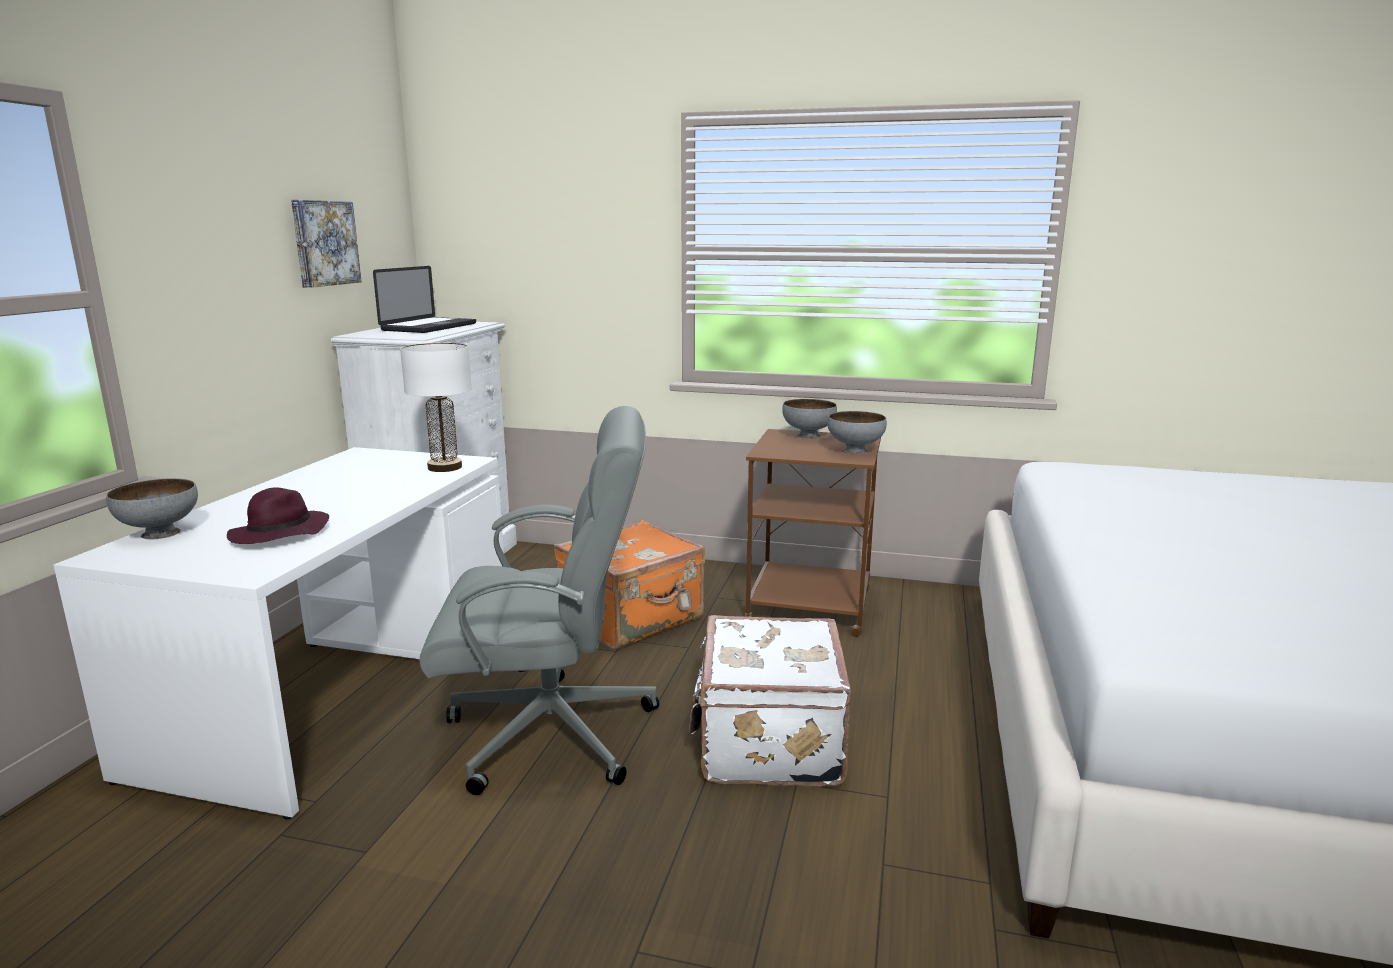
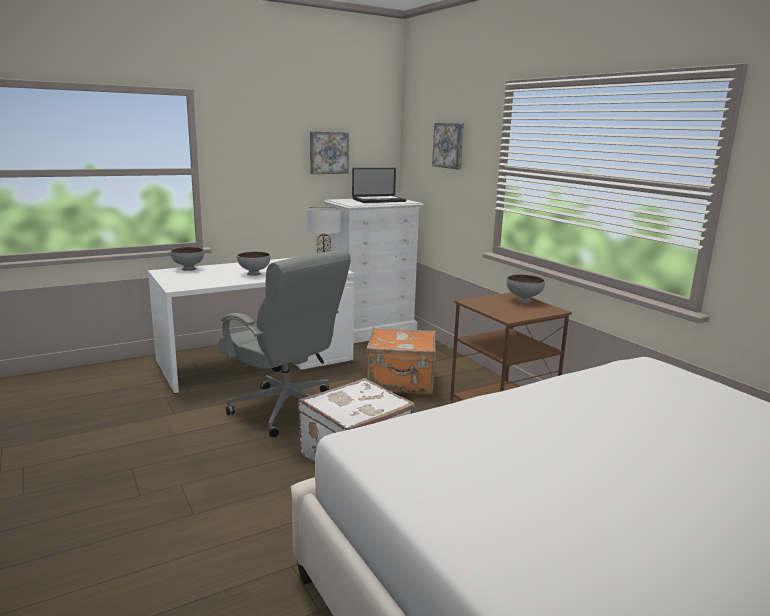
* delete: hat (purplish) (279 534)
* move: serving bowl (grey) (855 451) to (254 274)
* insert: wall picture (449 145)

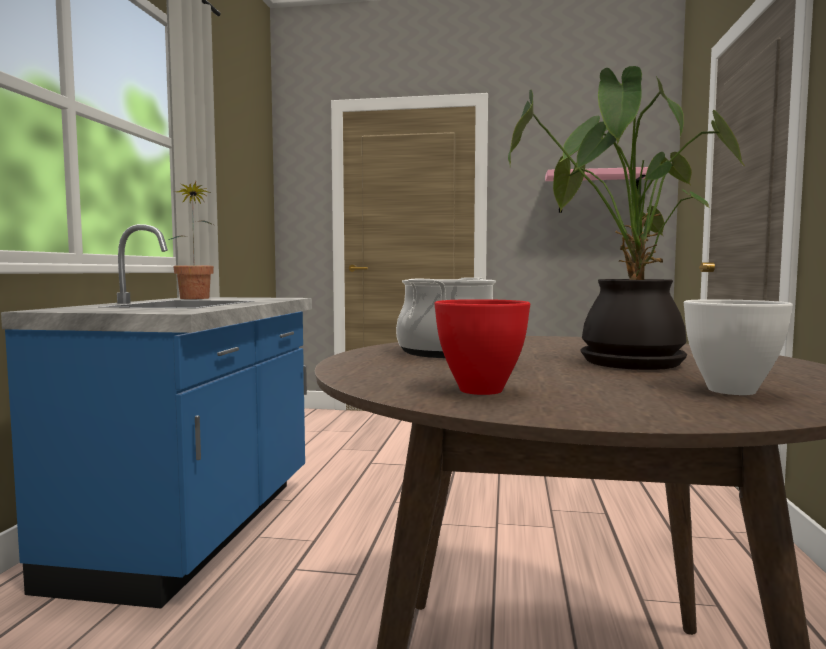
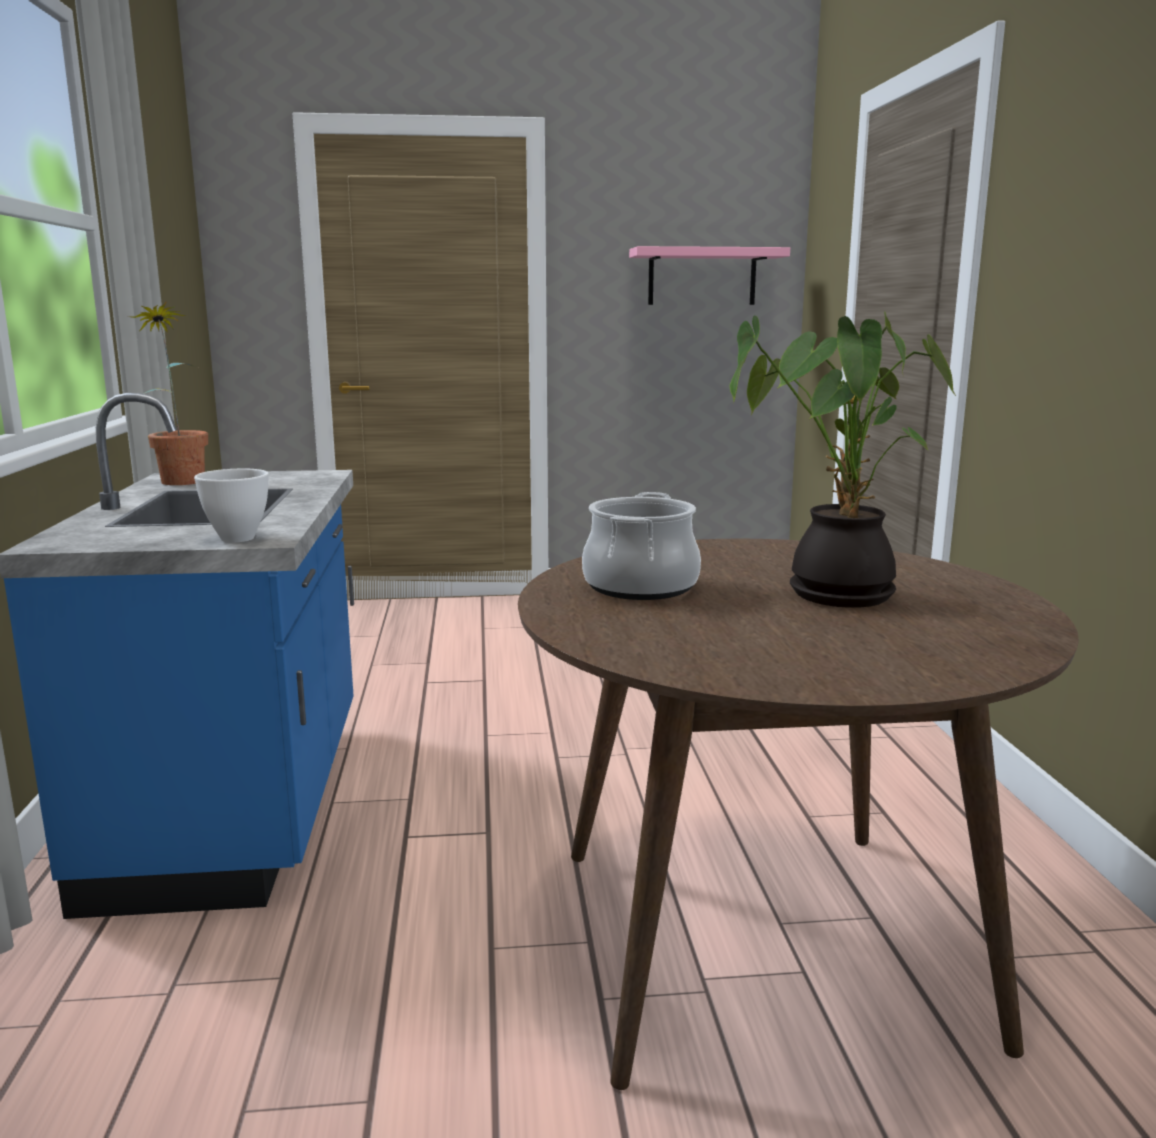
* delete: serving bowl (red-coloured) (482 390)
* move: serving bowl (whitish) (734 391) to (239 538)

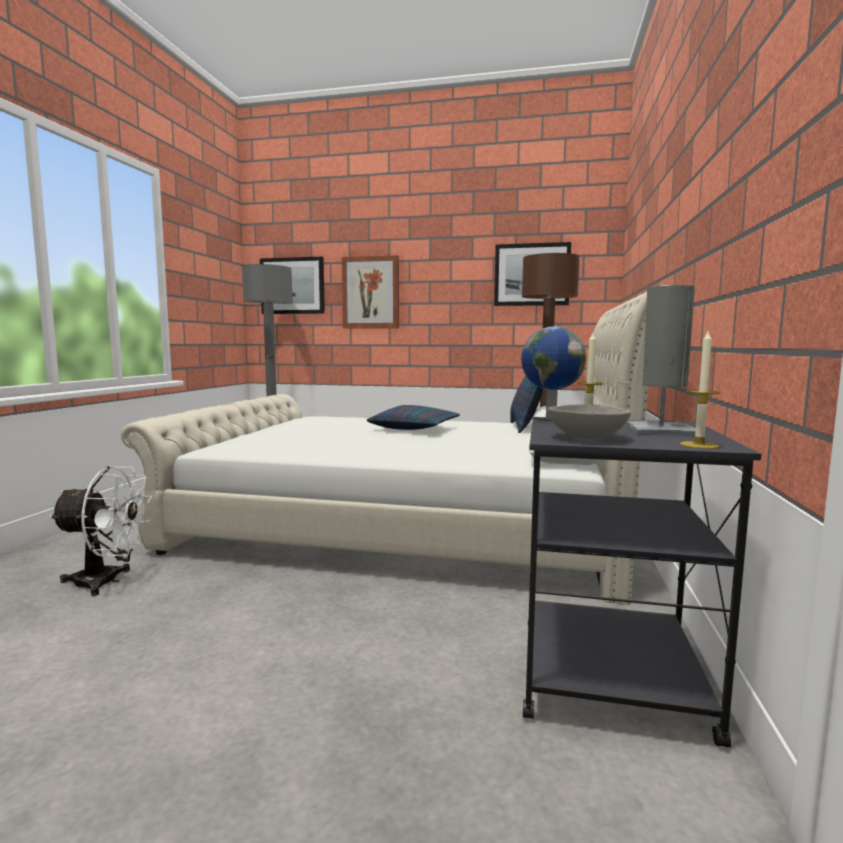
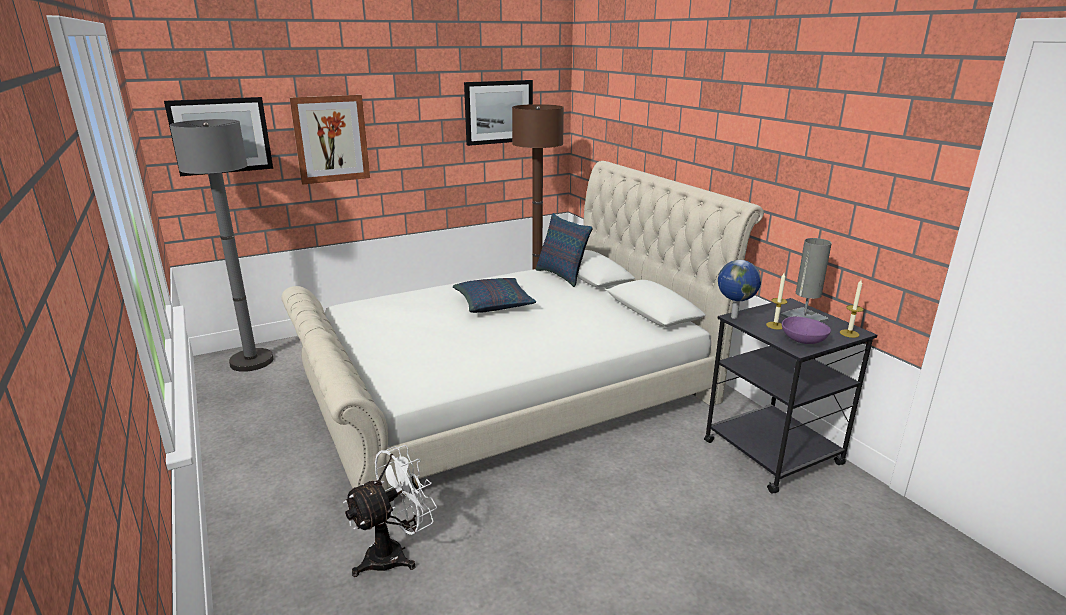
* recolor: serving bowl (grey) (586 437) to serving bowl (purplish) (802 341)

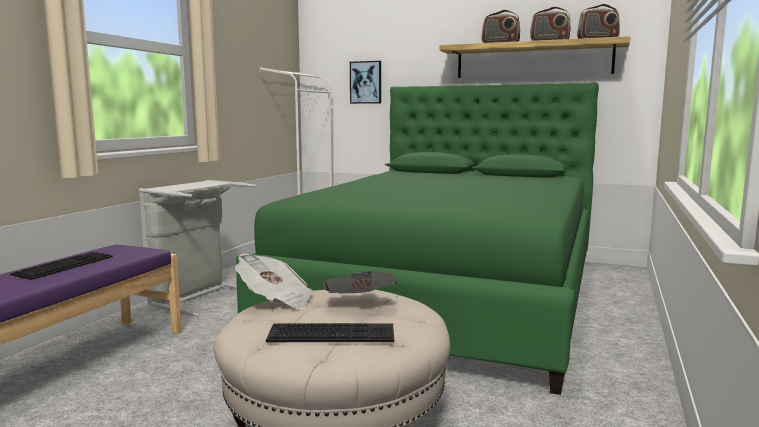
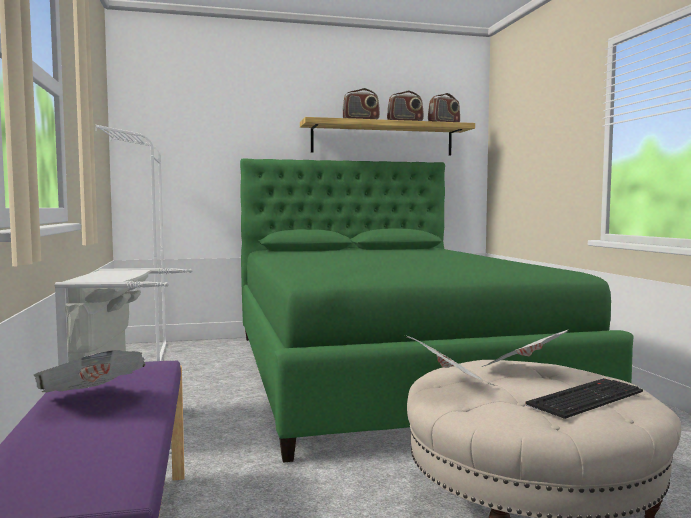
* replace: PC keyboard (64 265) to printed paper (92 401)
* delete: wall picture (366 82)

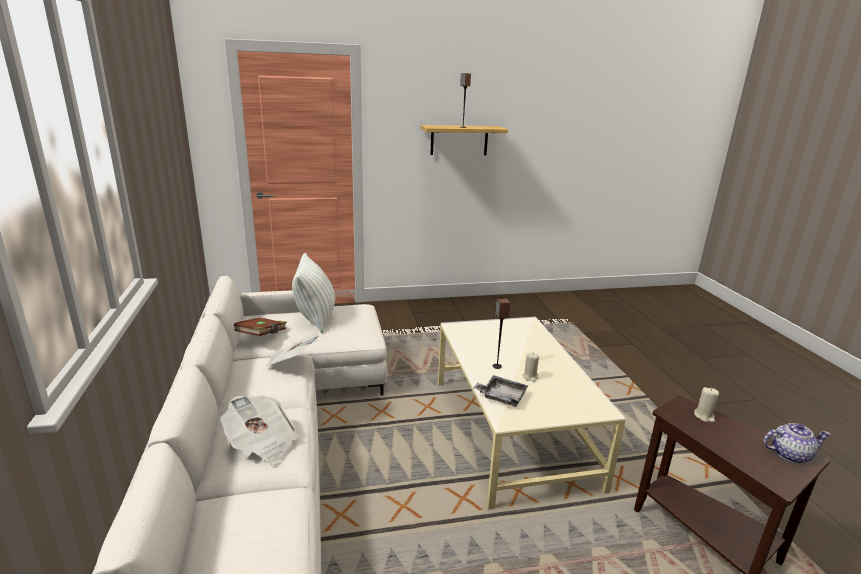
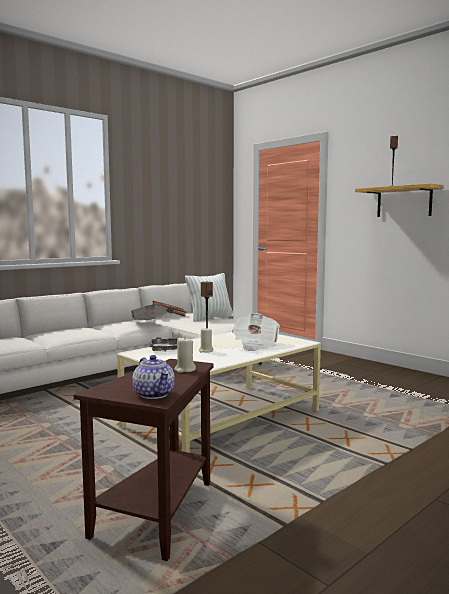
* move: printed paper (262 444) to (255 345)

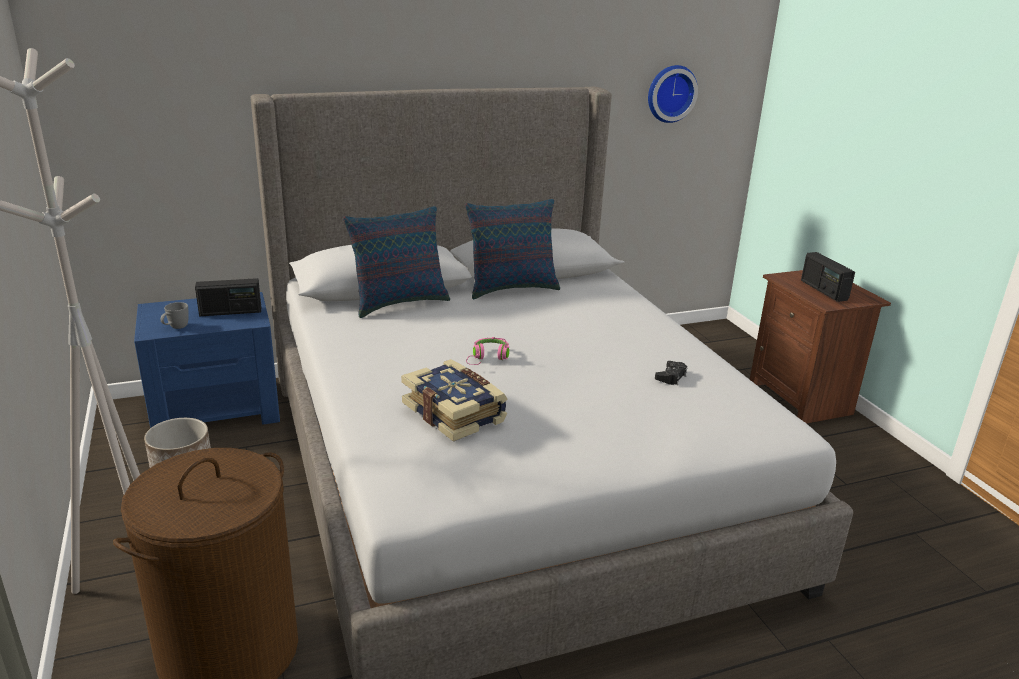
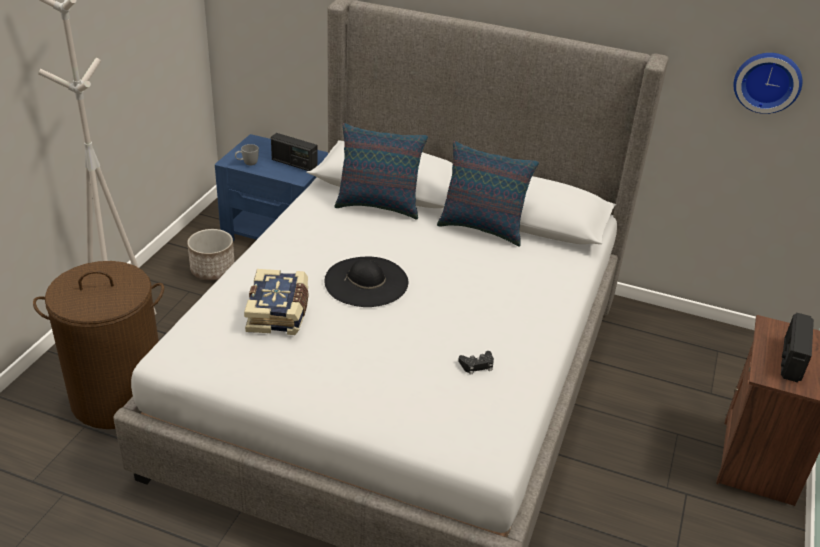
* replace: headset (pink) (488 358) to hat (black) (366 281)

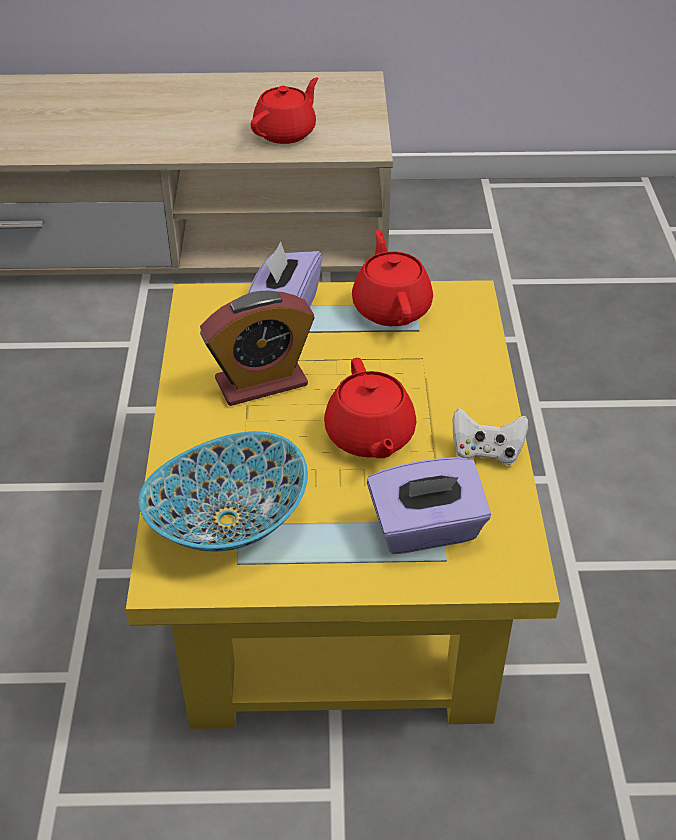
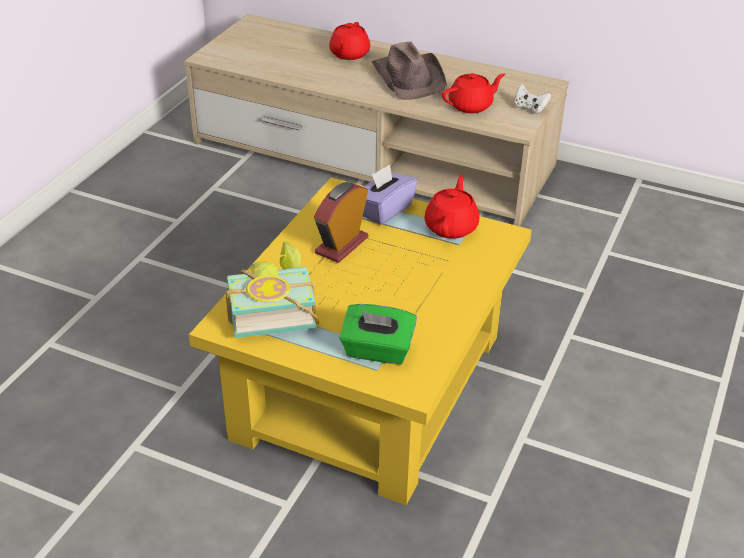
* replace: serving bowl (229 521) to book (271 310)
* rotate: bedside clock (261 382) = (341 245) 120 degrees clockwise
* move: teapot (red-coloured) (369 437) to (349 54)
* recolor: tissue holder (purplish) (426 530) to tissue holder (green-coloured) (377 351)
* move: joypad (whitish) (486 452) to (529 108)
* insert: hat (brownish) (409 78)

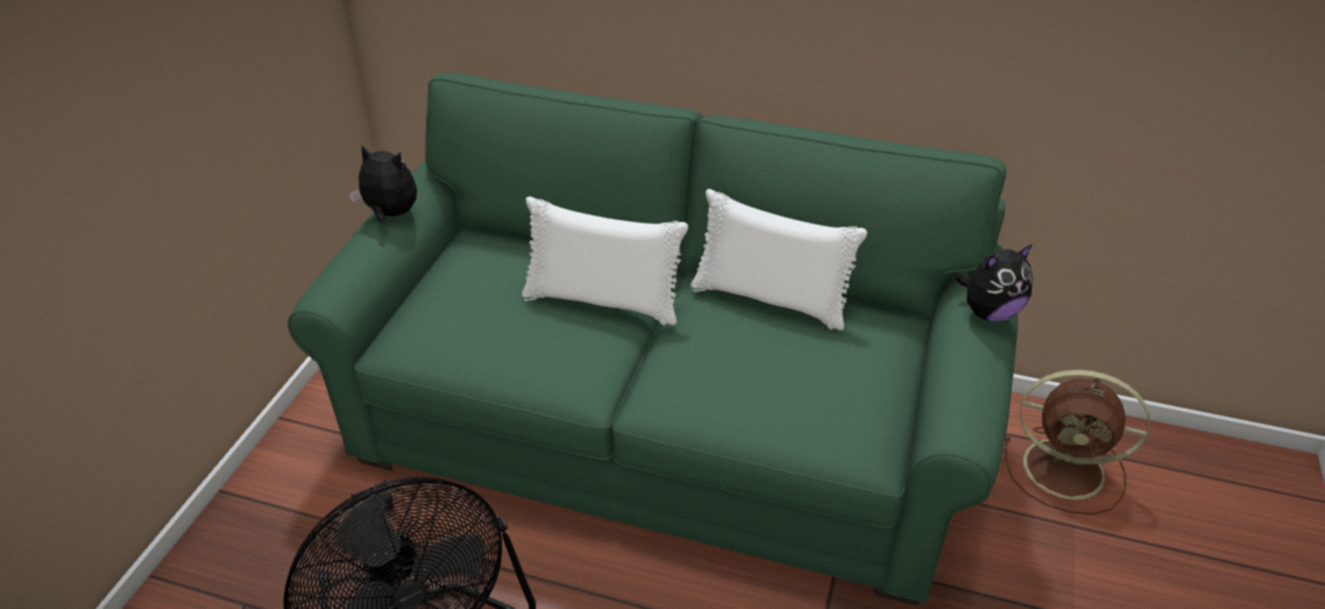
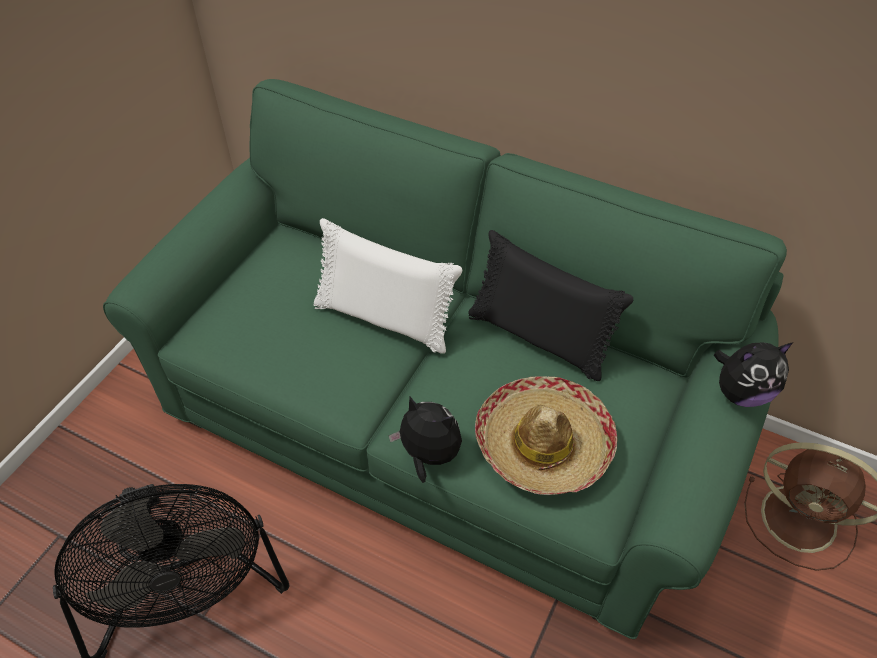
* move: soft toy (390 215) to (428 455)
* recolor: pillow (whitish) (770 299) to pillow (black) (539 337)
* insert: hat (544 444)

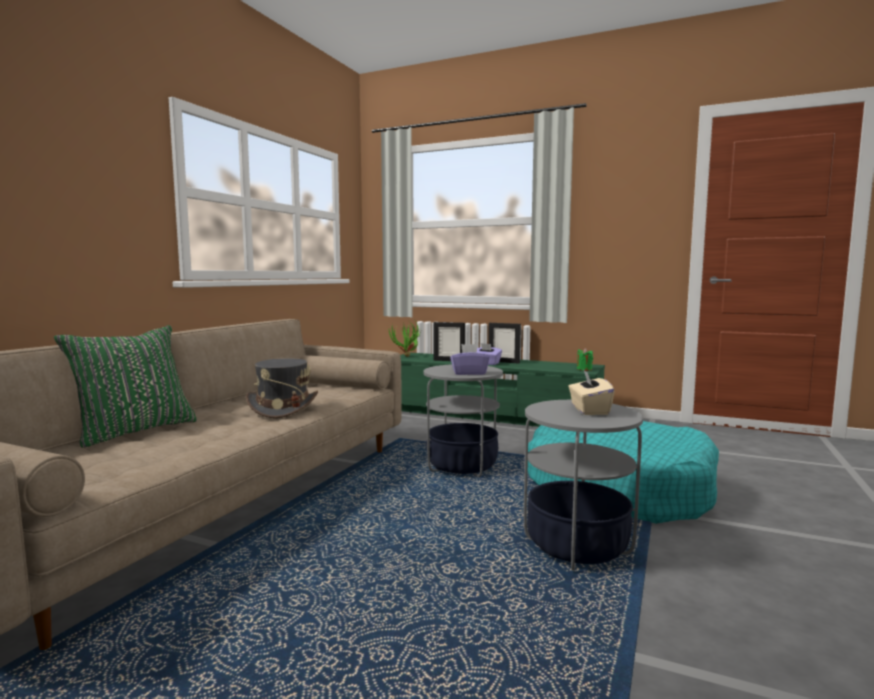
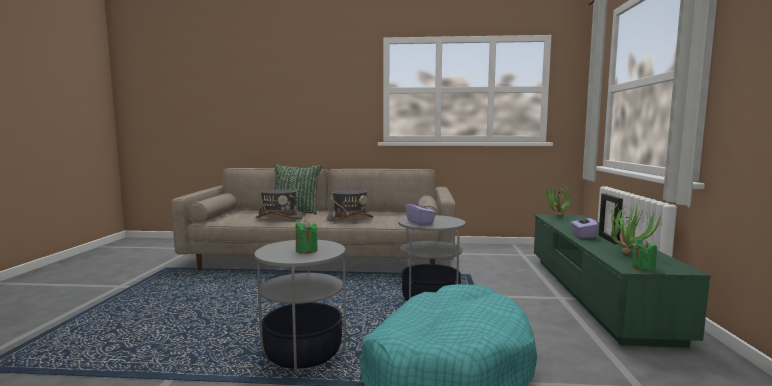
* delete: standing frame (449 360)
* replace: tissue holder (beige-coloured) (589 410) to wax light (green-coloured) (306 250)
* insert: hat (grey) (279 218)
* insert: houseplant (627 253)

